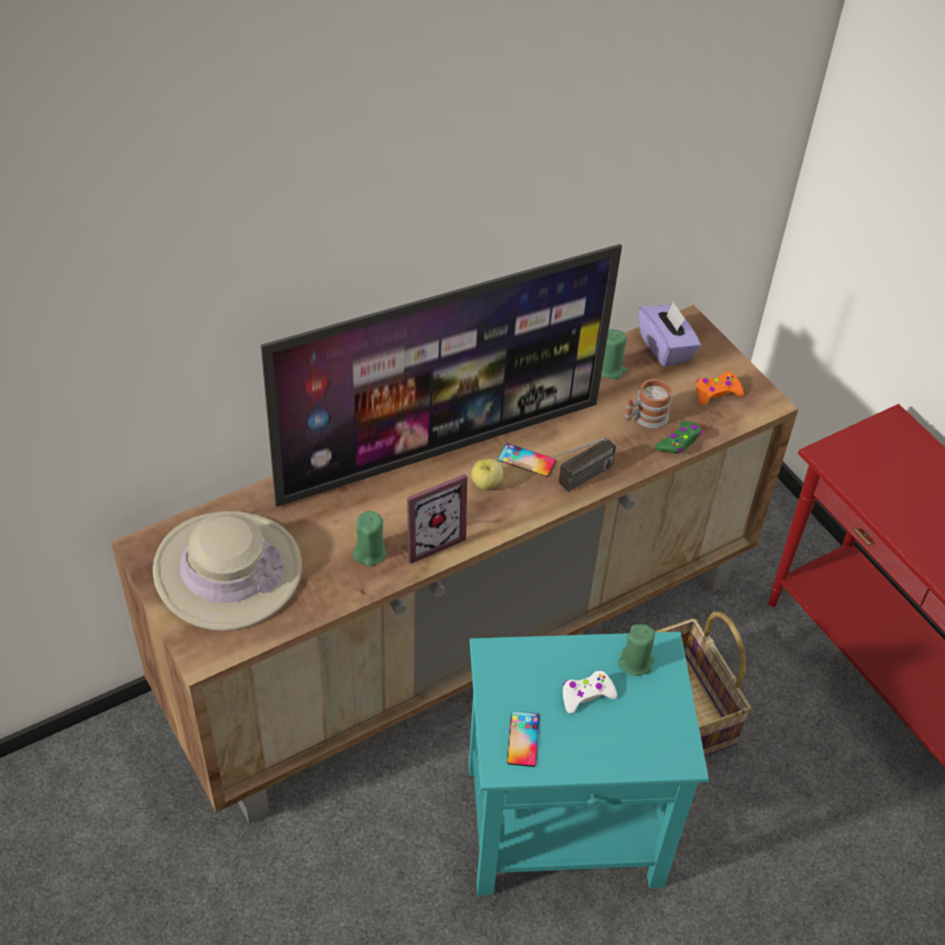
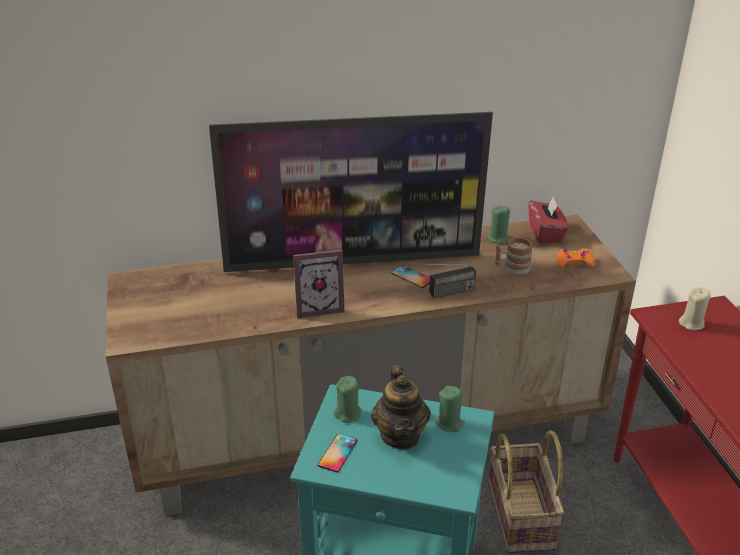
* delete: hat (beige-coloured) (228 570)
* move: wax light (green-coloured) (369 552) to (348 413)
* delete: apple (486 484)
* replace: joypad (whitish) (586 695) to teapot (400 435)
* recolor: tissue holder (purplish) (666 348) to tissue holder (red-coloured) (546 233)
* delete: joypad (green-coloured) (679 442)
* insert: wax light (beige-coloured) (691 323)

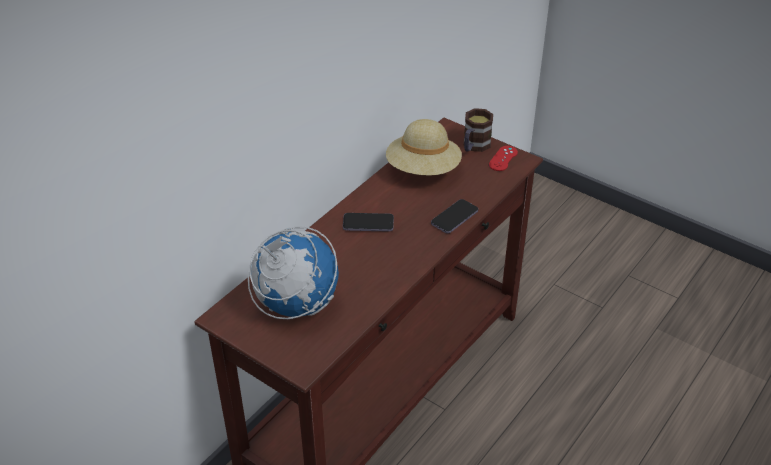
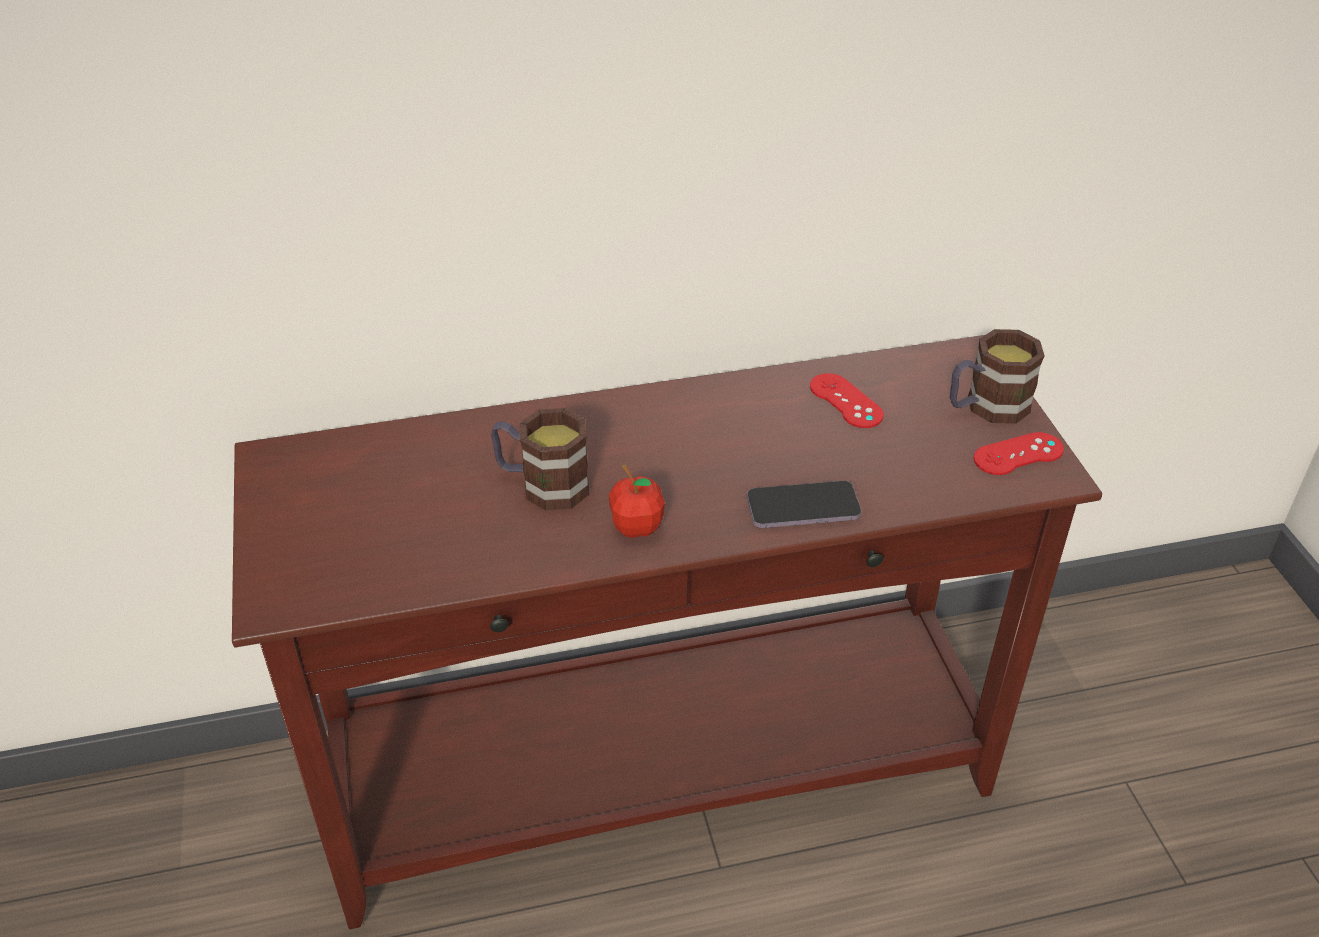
* delete: world globe (296 304)
* delete: telephone (368 224)
* replace: hat (beige-coloured) (423 169) to joypad (red-coloured) (846 401)
* insert: coffee mug (542 484)
* insert: apple (636 527)

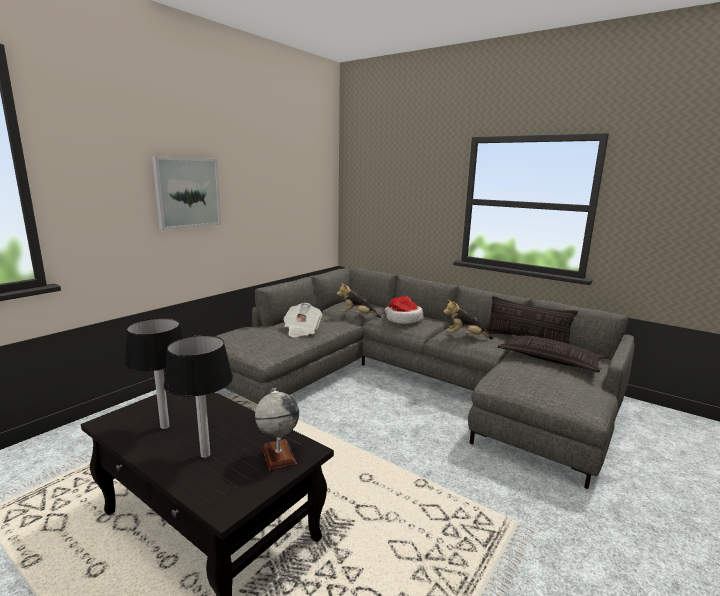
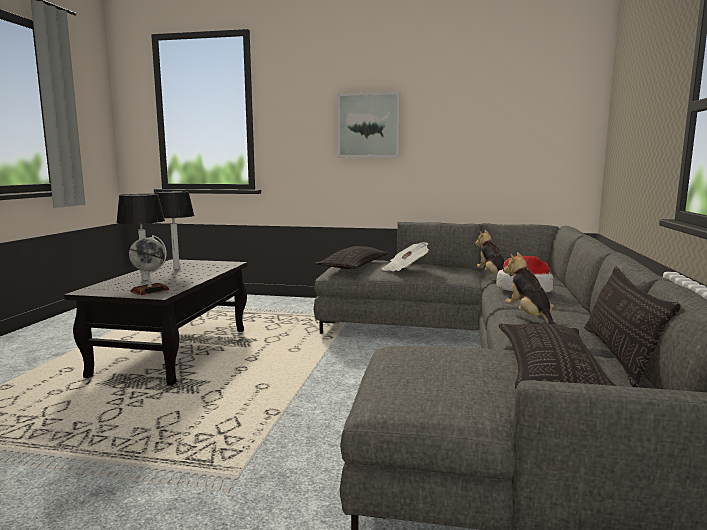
* insert: pillow (354 265)

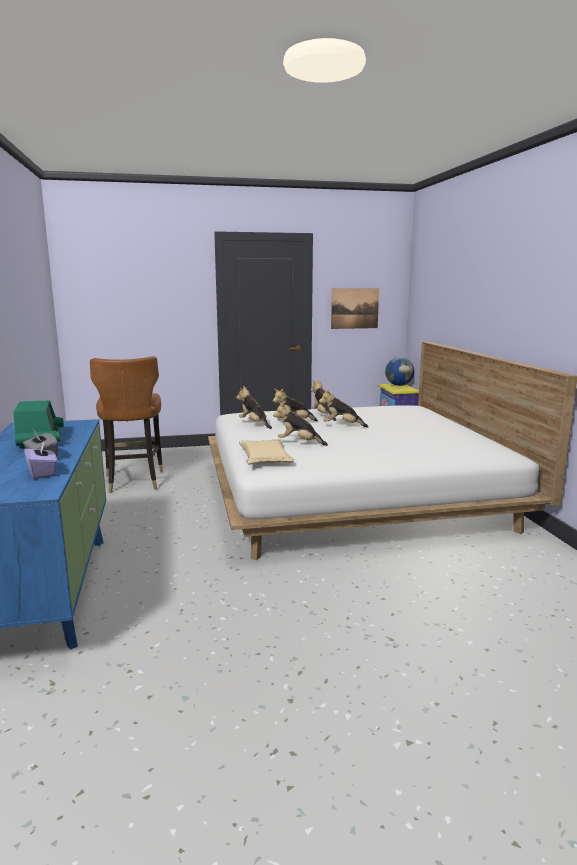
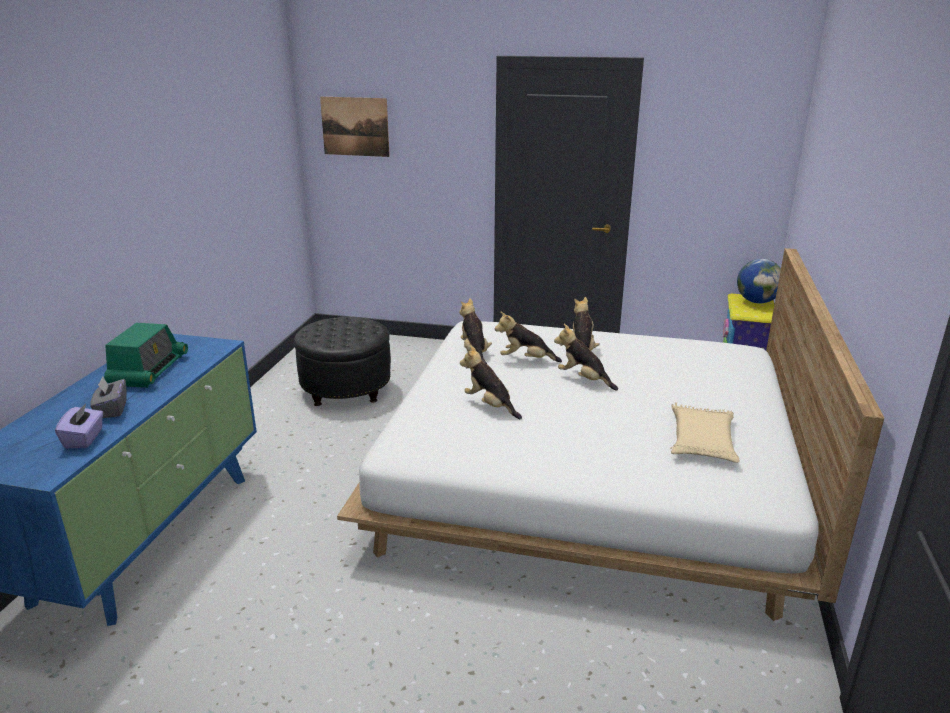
* replace: upright chair (brownish) (133 481) to pouffe (black) (346 389)
* move: pillow (beige-coloured) (265 457) to (702 439)
* move: wall picture (354 308) to (355 126)

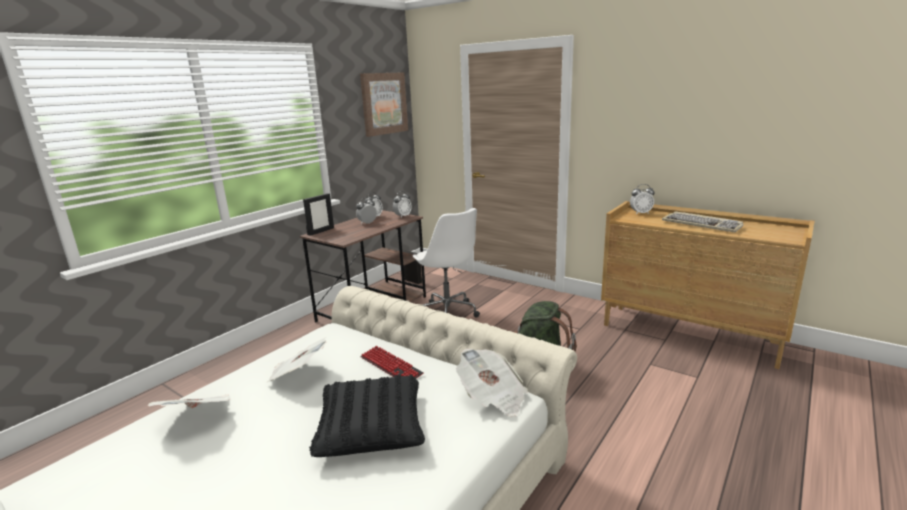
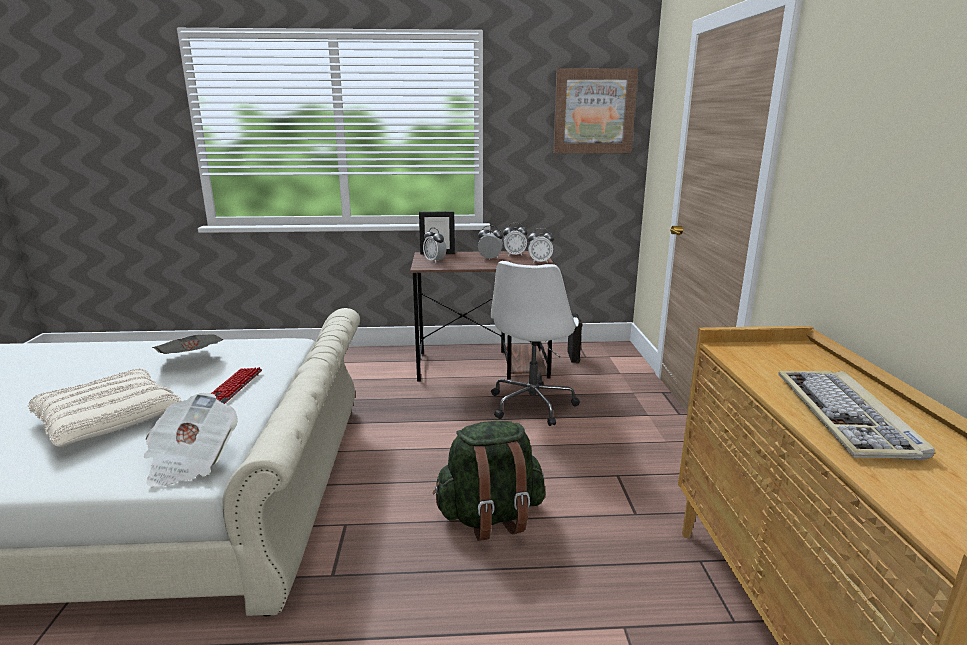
* delete: printed paper (199 416)
* recolor: pillow (black) (371 426) to pillow (beige-coloured) (109 419)
* move: bedside clock (640 213) to (435 261)

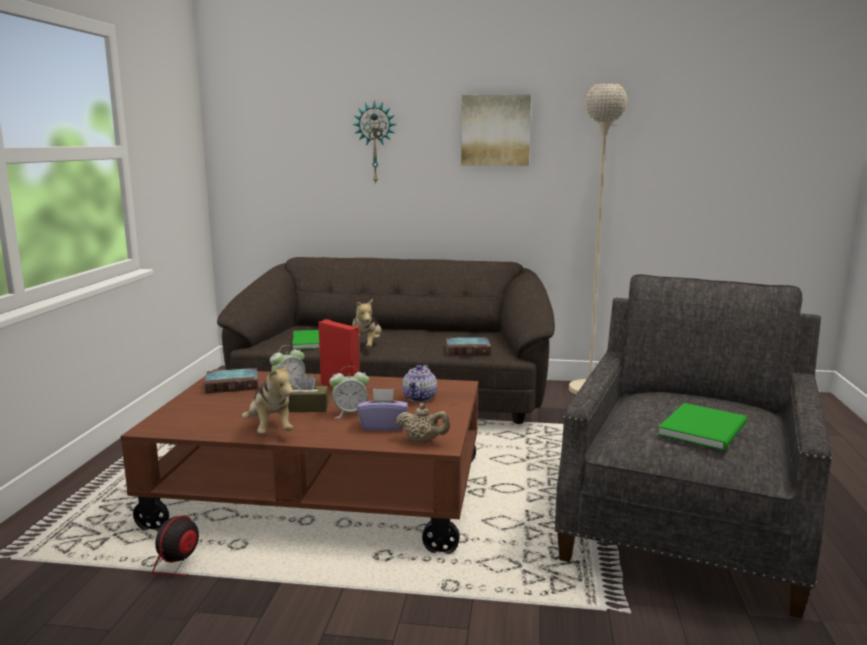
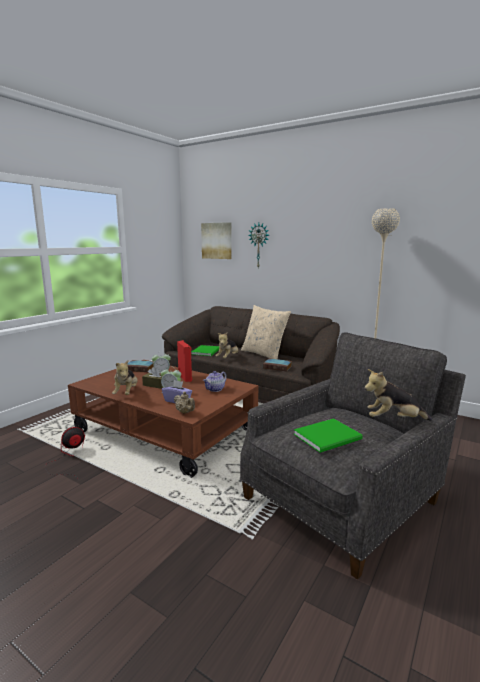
* move: wall picture (495 130) to (217 240)
* insert: pillow (beige-coloured) (264 354)
* insert: soft toy (393 420)

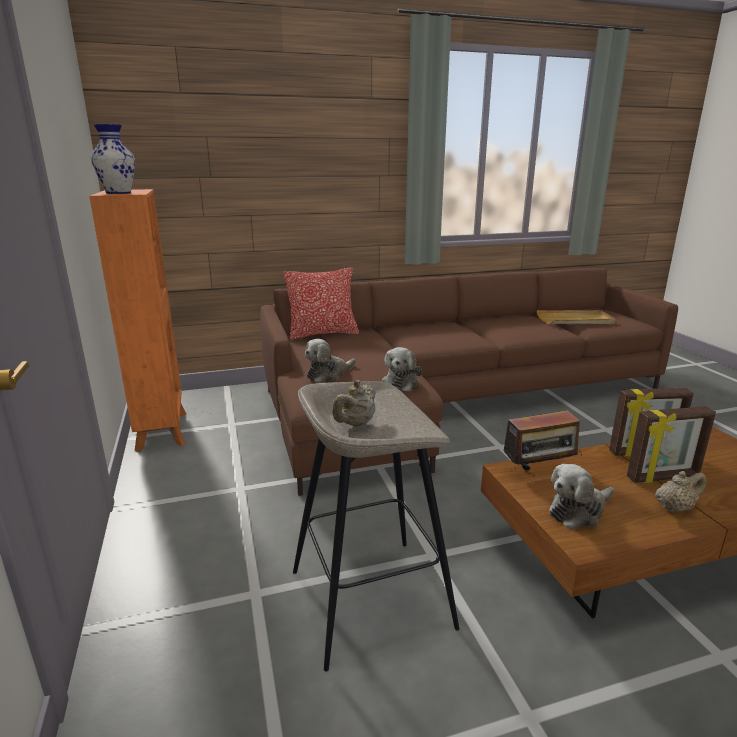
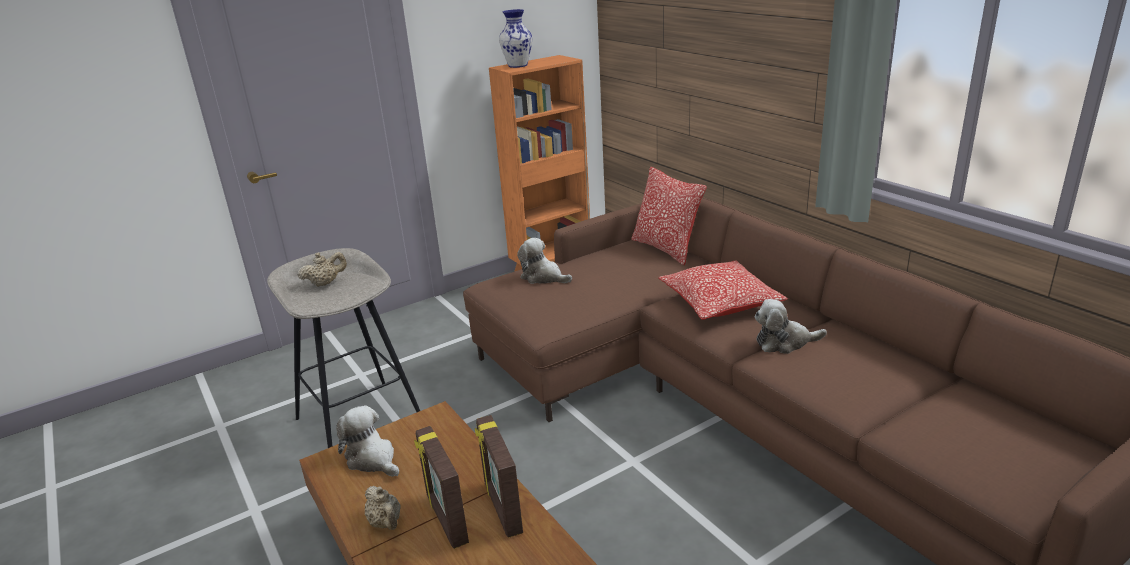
* rotate: teapot (beige-coloured) (355 424) = (325 283) 135 degrees clockwise
* move: soft toy (401 382) to (784 342)
* delete: radio receiver (539 471)
* delete: carrying tray (beige-coloured) (575 320)
* insert: pillow (719 303)

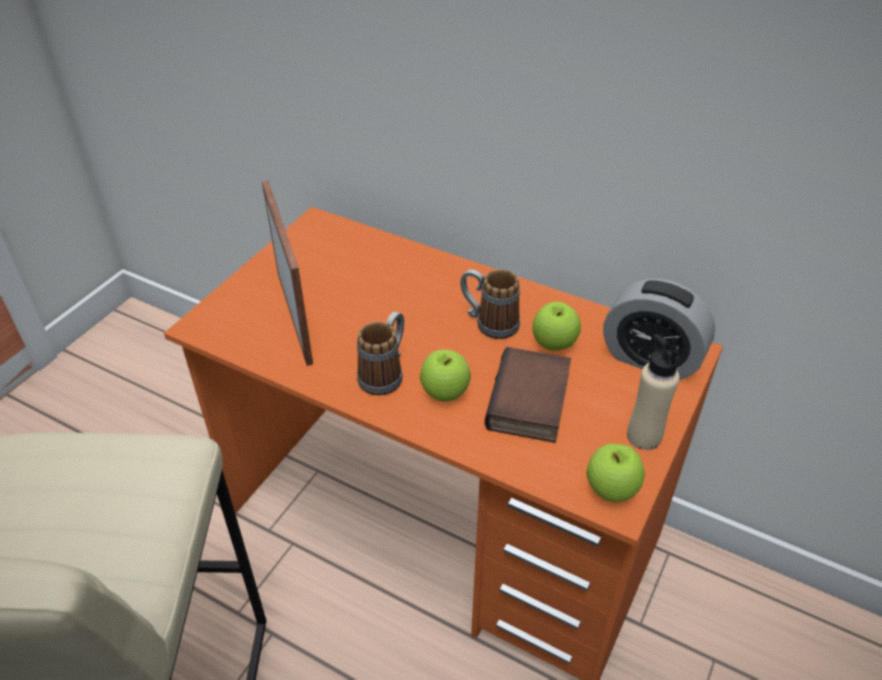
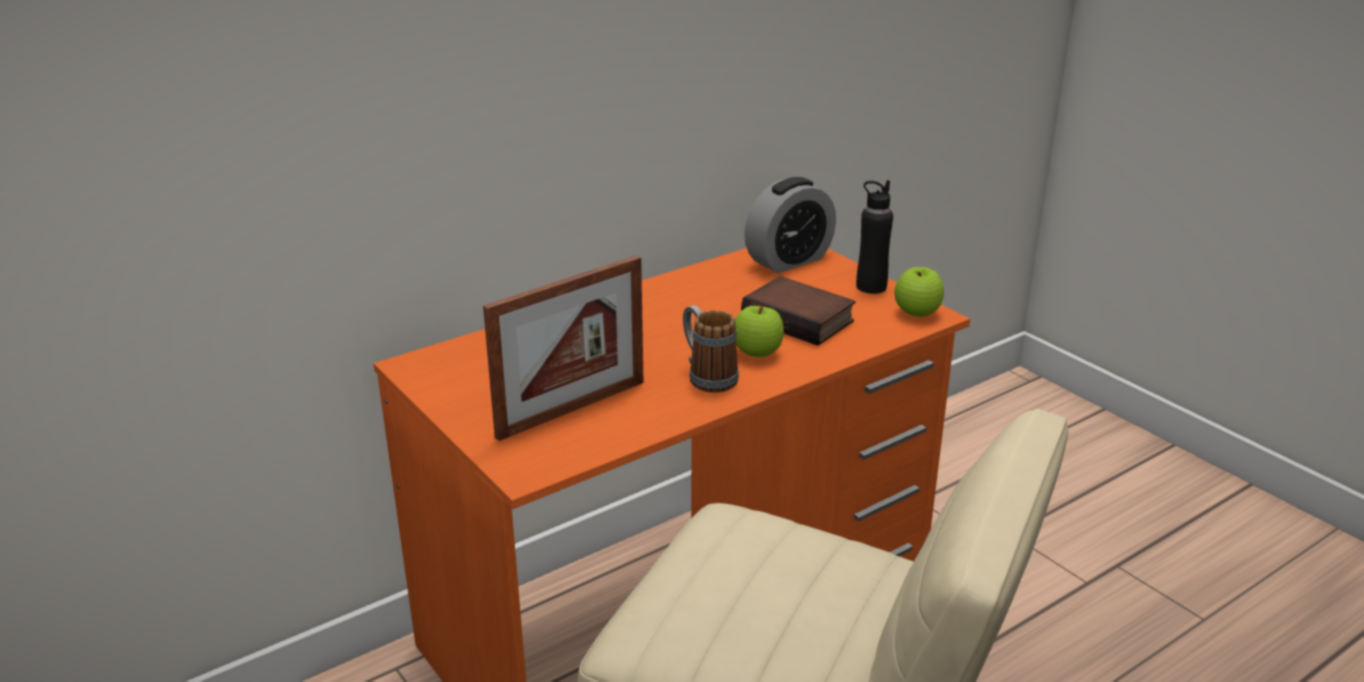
* rotate: standing frame (294 317) = (571 409) 135 degrees clockwise
* delete: coffee mug (489 323)
* delete: apple (554 343)
* recolor: beverage bottle (beige-coloured) (643 436) to beverage bottle (black) (871 287)

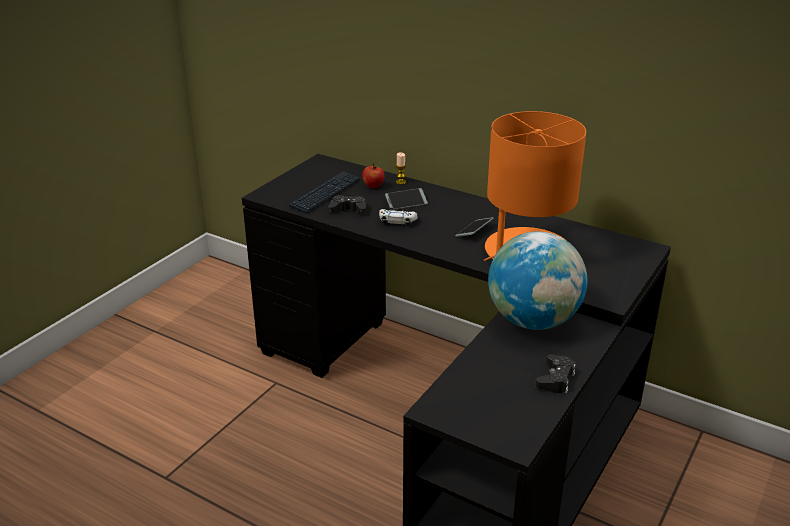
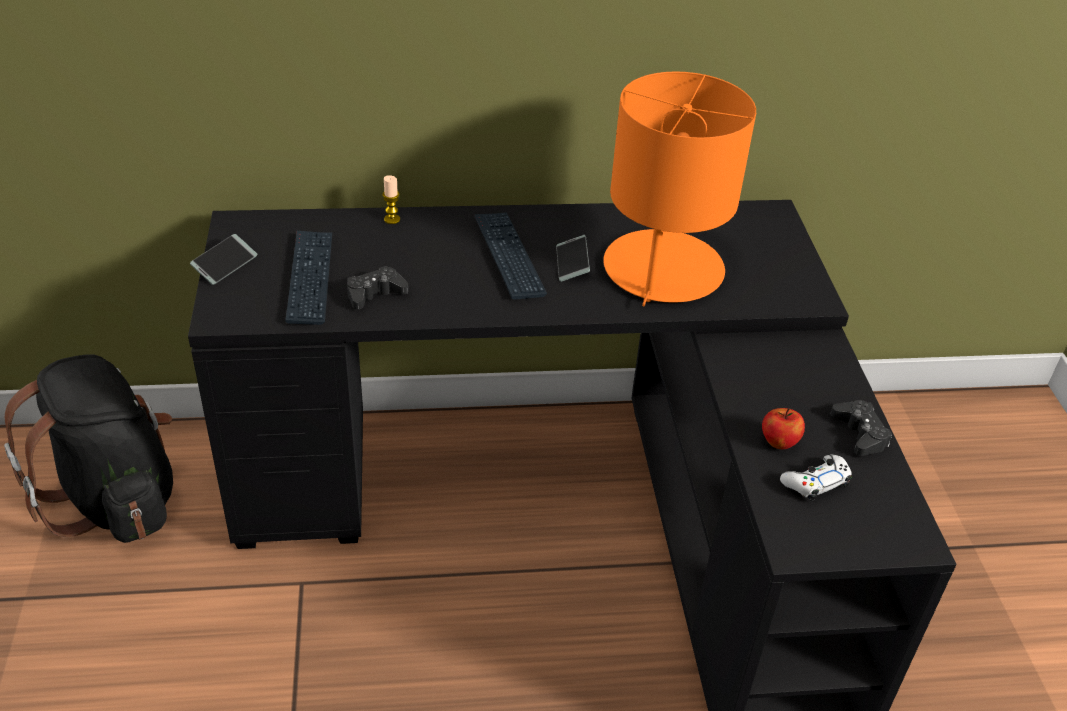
* move: apple (373 186) to (779 442)
* move: joypad (whitish) (397 221) to (816 482)
* move: telephone (406 203) to (225 265)
* delete: world globe (533 321)
* insert: knapsack (black) (115 498)
* insert: PC keyboard (508 256)

